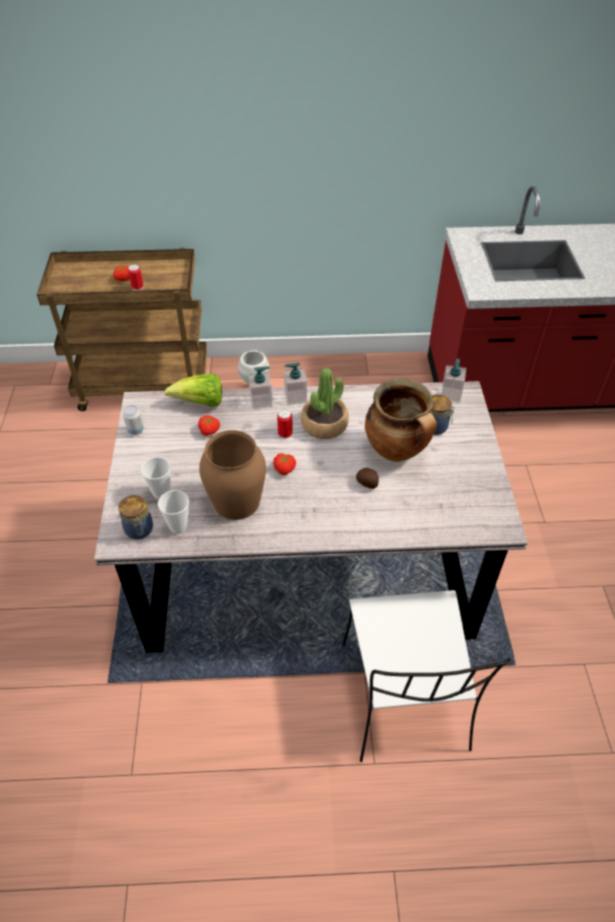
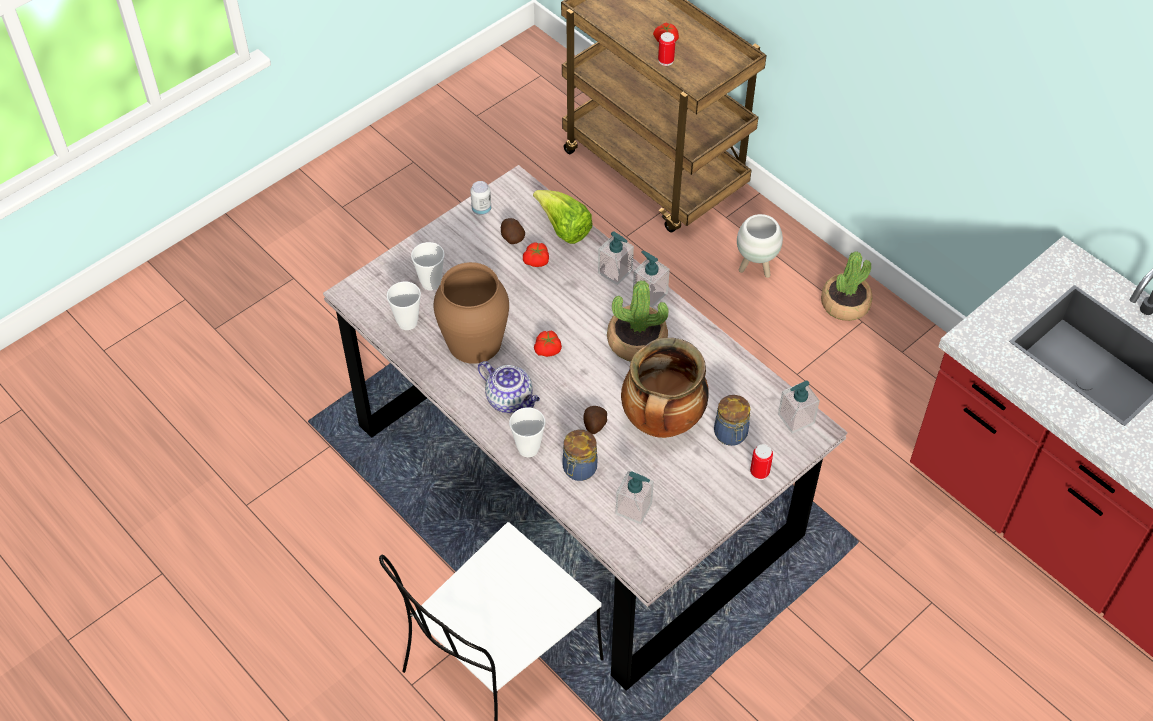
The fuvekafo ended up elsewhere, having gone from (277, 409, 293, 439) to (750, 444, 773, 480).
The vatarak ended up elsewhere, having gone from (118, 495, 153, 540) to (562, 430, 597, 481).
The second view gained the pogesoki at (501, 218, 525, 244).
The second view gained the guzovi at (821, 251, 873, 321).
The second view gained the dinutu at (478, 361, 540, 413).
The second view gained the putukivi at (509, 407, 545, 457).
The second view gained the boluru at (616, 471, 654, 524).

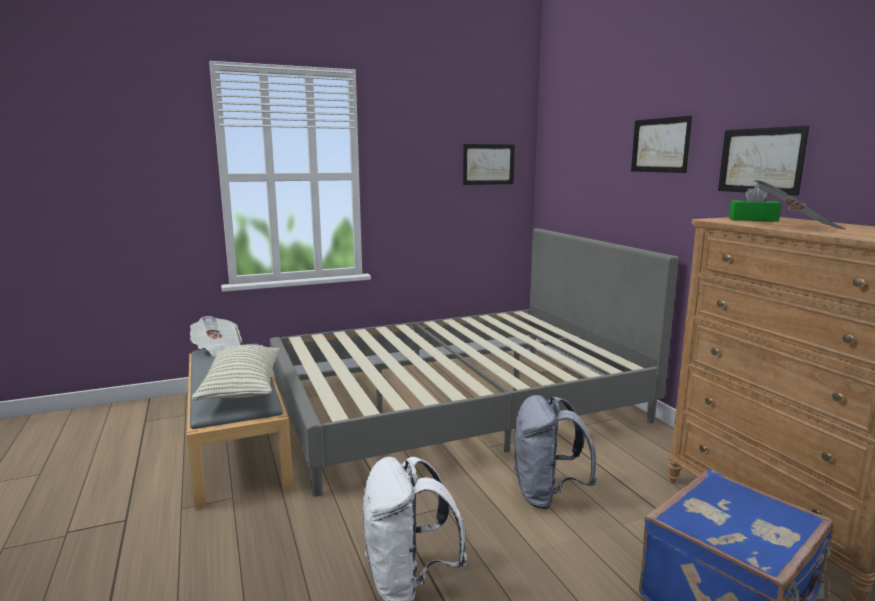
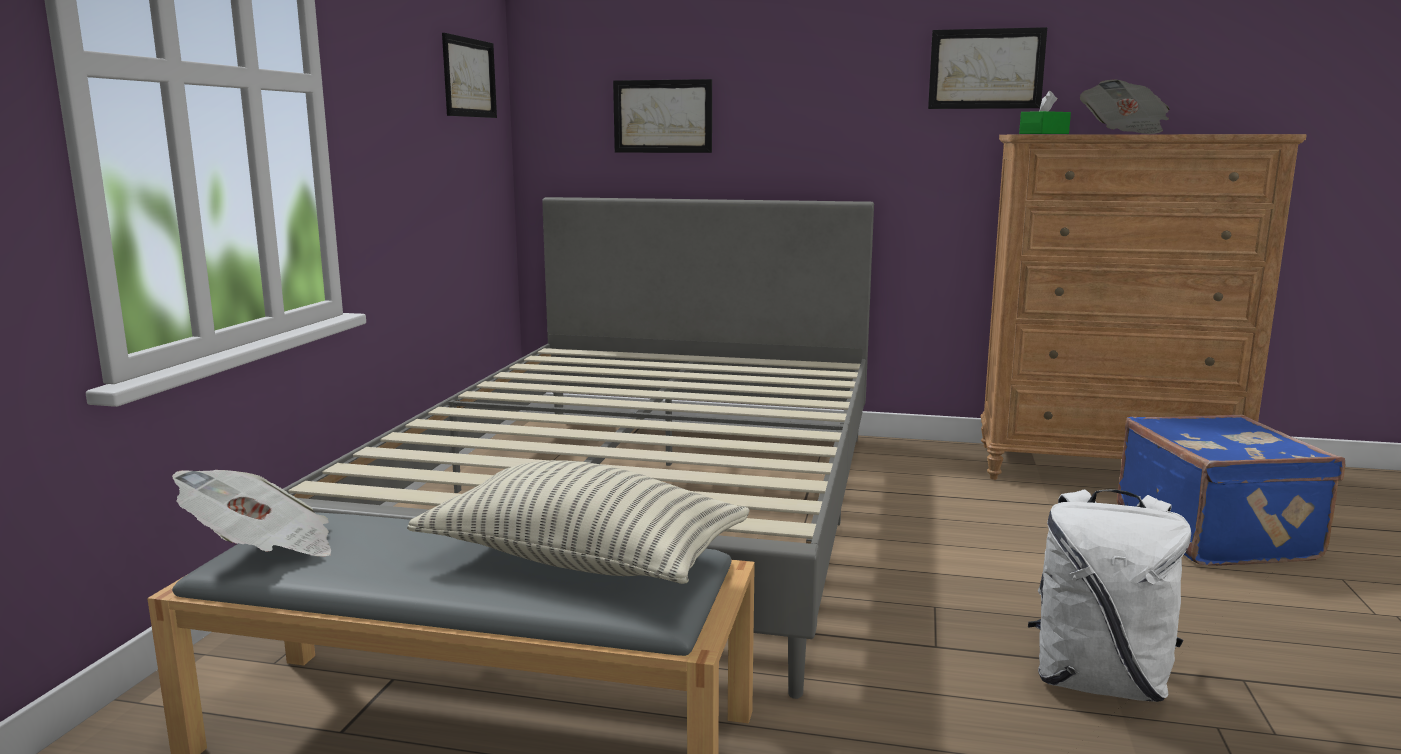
The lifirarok ended up elsewhere, having gone from (631, 116, 692, 173) to (613, 79, 712, 153).
The second view lost the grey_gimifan at (513, 395, 597, 509).

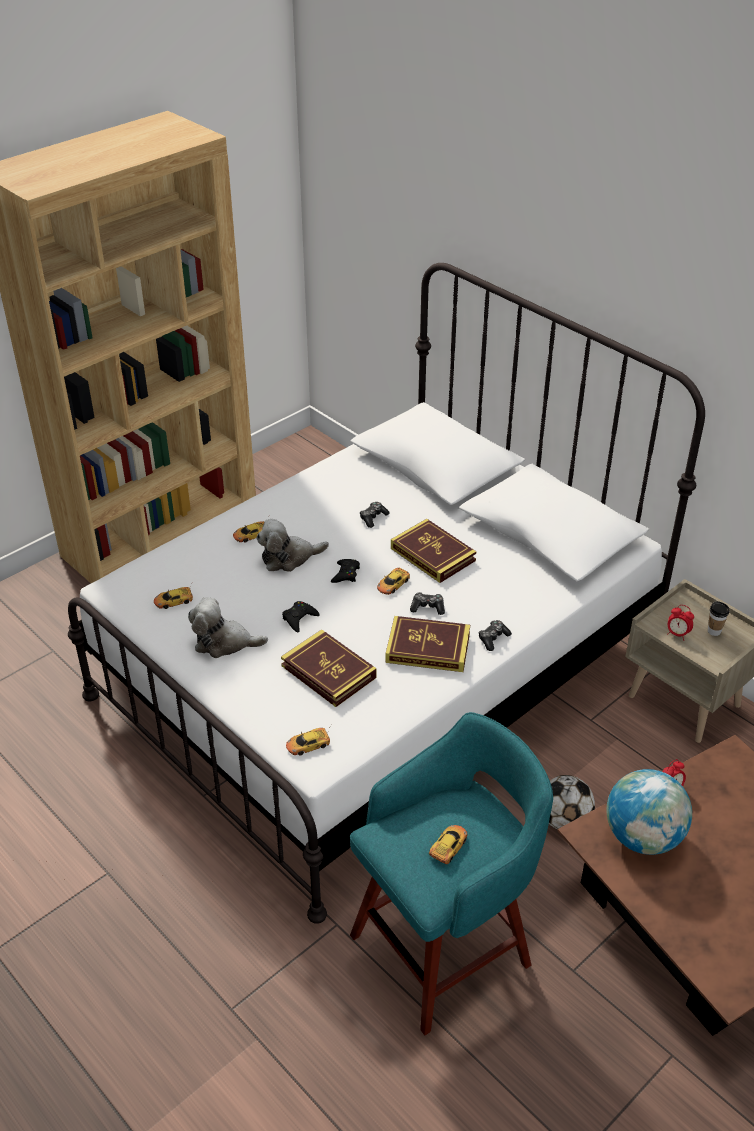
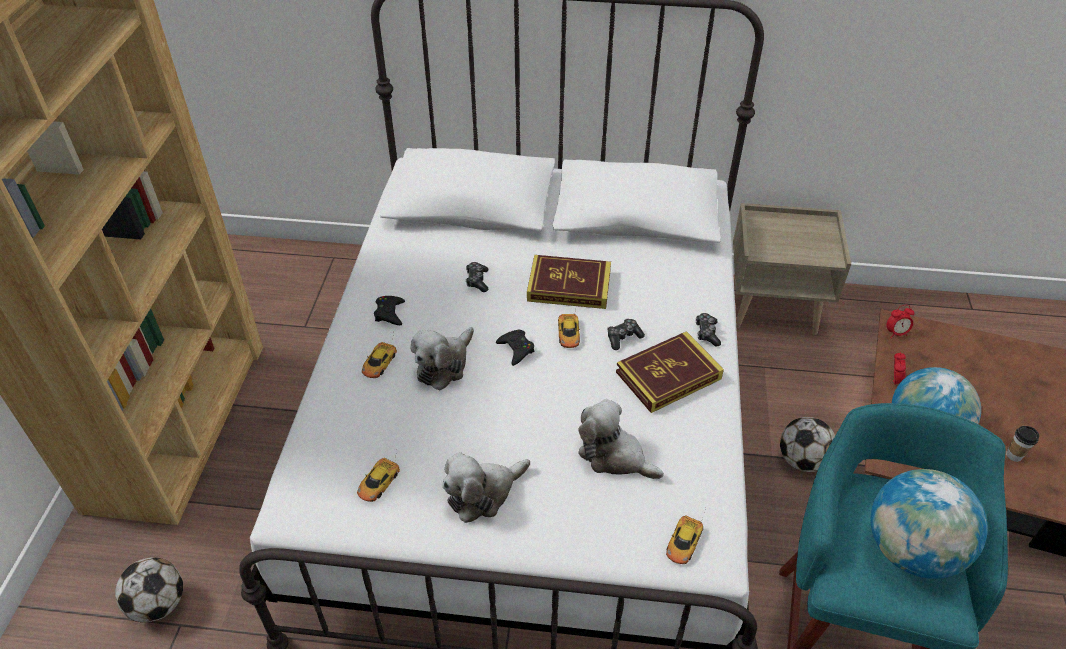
The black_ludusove ended up elsewhere, having gone from (282, 601, 319, 632) to (374, 296, 405, 325).
The putukivi ended up elsewhere, having gone from (708, 601, 729, 636) to (1006, 426, 1039, 462).
The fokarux ended up elsewhere, having gone from (667, 605, 694, 640) to (886, 305, 915, 338).
Where the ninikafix stood at (281, 629, 376, 707), the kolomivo came to stand at (578, 399, 664, 479).
Where the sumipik stood at (429, 825, 467, 864), the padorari came to stand at (870, 469, 987, 579).
The second view gained the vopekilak at (115, 557, 183, 623).

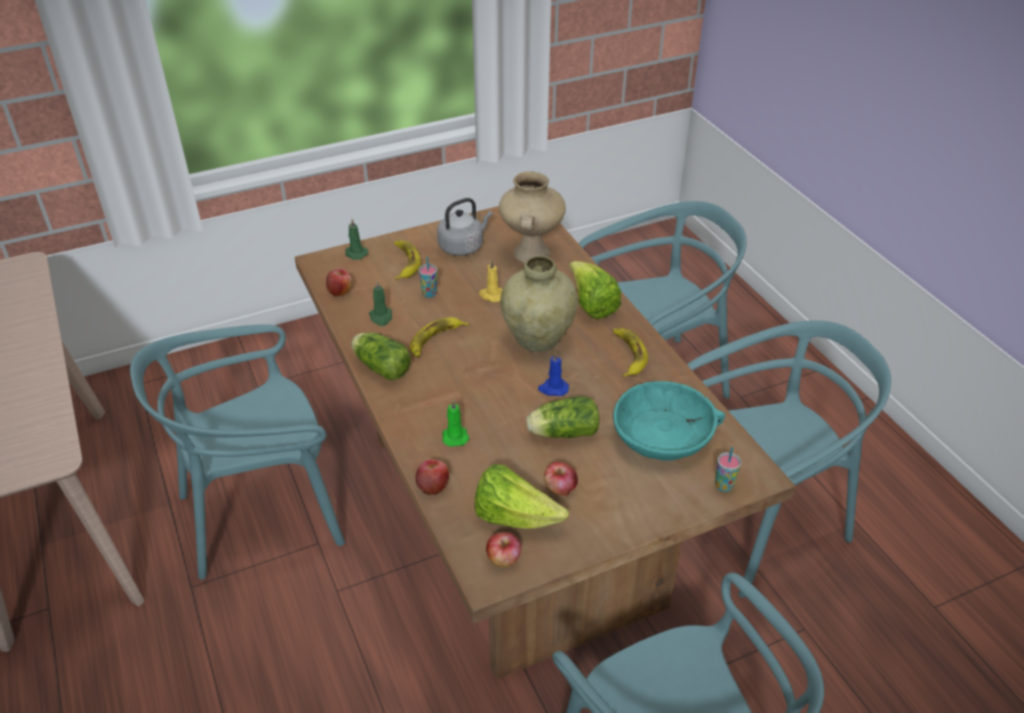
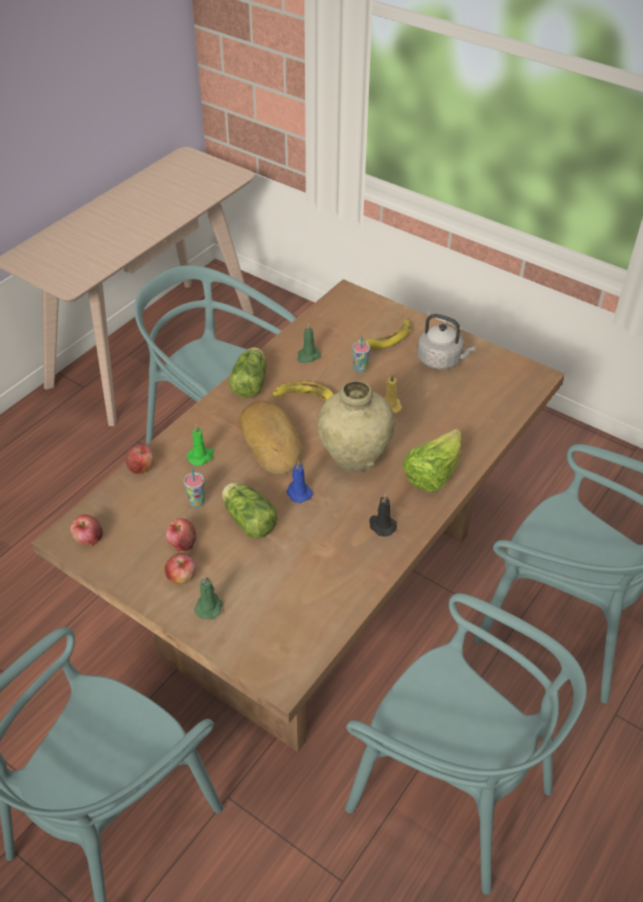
The second view lost the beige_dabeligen at (499, 171, 566, 263).
The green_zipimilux ended up elsewhere, having gone from (345, 219, 368, 260) to (194, 576, 223, 619).
The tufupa ended up elsewhere, having gone from (326, 269, 352, 296) to (164, 553, 196, 584).
Where the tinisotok stood at (613, 328, 648, 377), the black_zipimilux came to stand at (370, 493, 397, 537).
The second view lost the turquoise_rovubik at (613, 381, 725, 461).
The putukivi ended up elsewhere, having gone from (715, 447, 741, 492) to (184, 468, 205, 507).
The second view lost the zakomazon at (475, 464, 569, 529).
The second view gained the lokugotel at (239, 401, 301, 474).

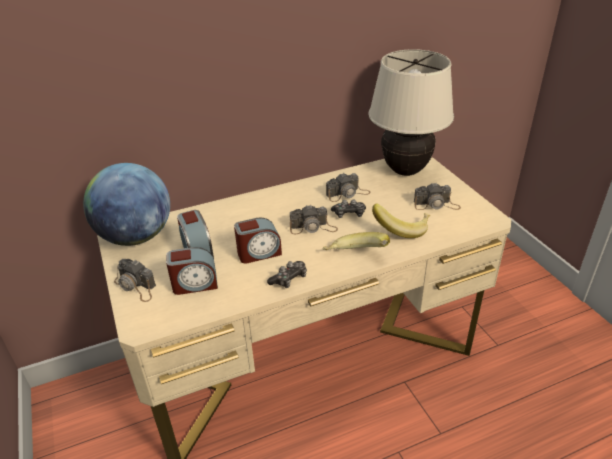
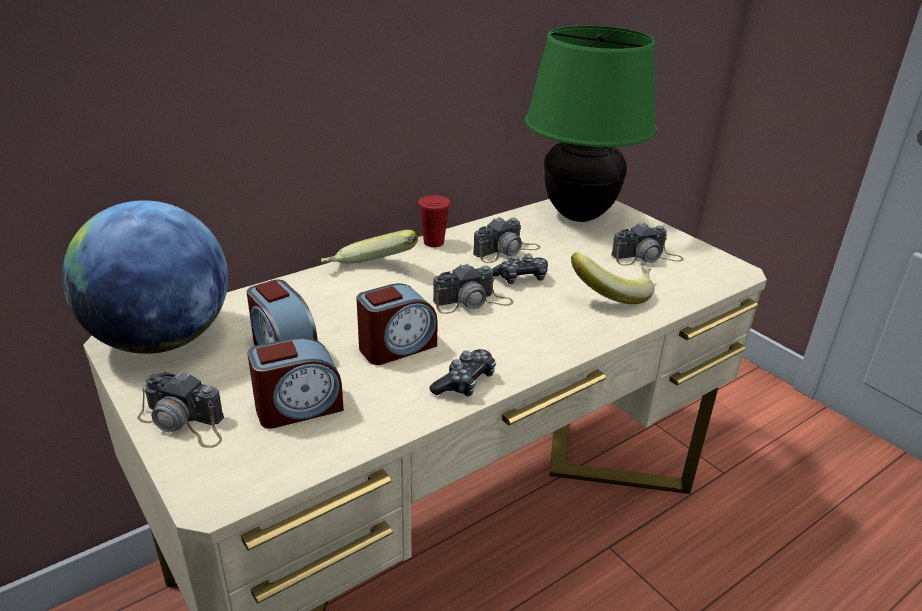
What was the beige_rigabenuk at (368, 49, 454, 176) turned into the green_rigabenuk at (525, 26, 657, 222).
The tinisotok ended up elsewhere, having gone from (323, 232, 390, 250) to (321, 230, 418, 264).
The second view gained the red_putukivi at (418, 195, 451, 247).

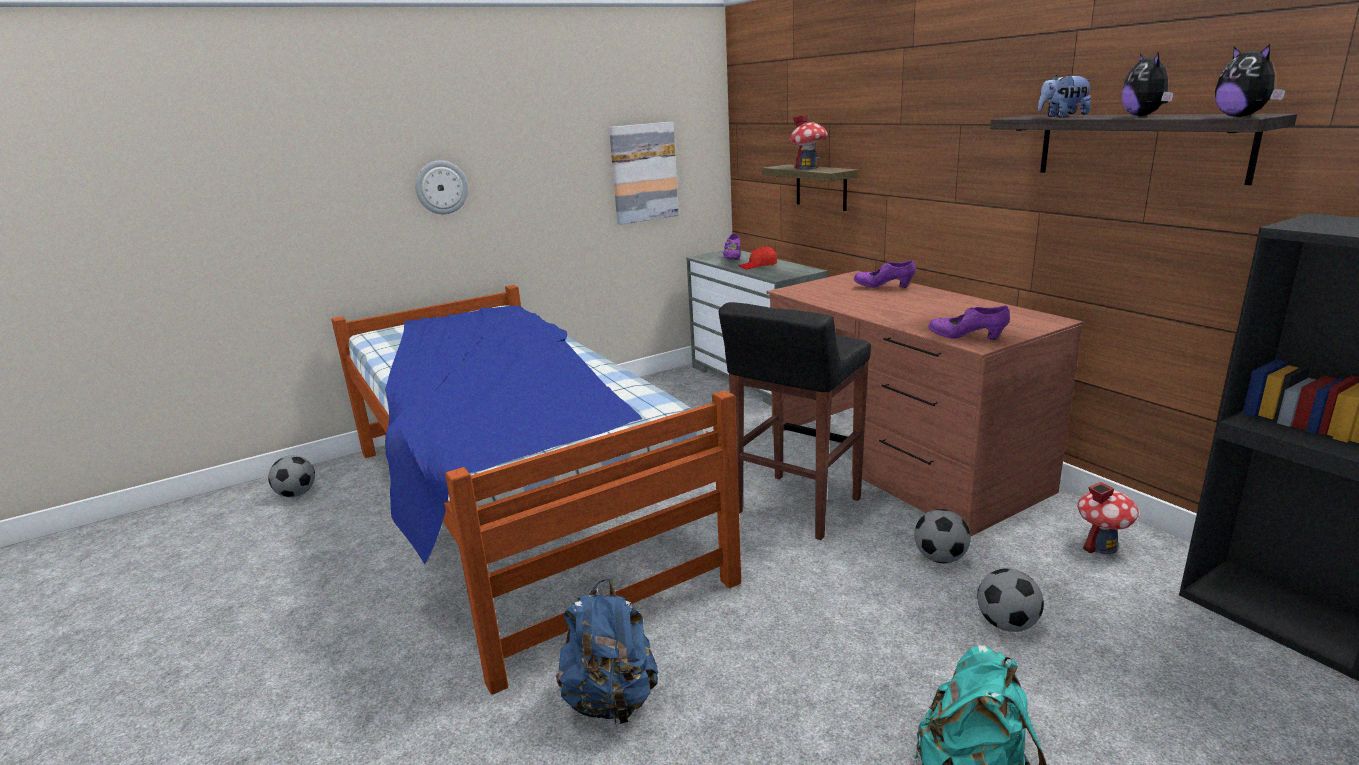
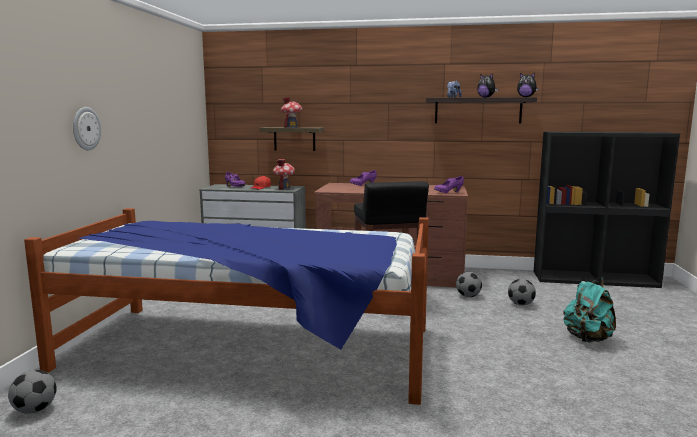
The second view lost the lifirarok at (609, 122, 679, 225).
The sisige ended up elsewhere, having gone from (1078, 482, 1139, 554) to (273, 159, 295, 190).
The second view lost the blue_gimifan at (556, 579, 658, 727).

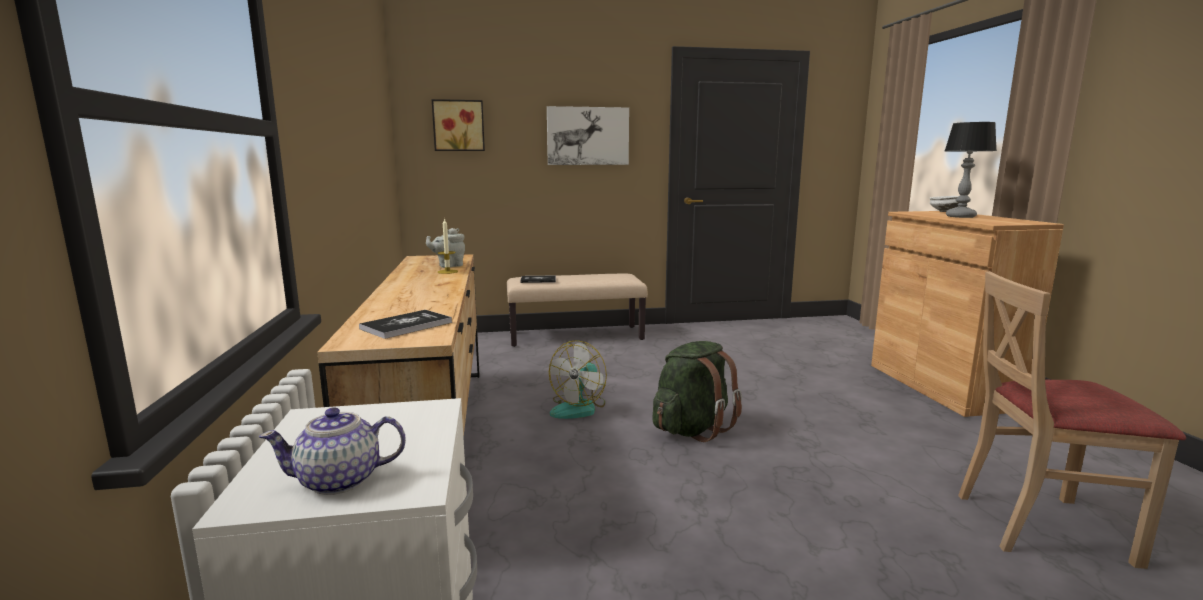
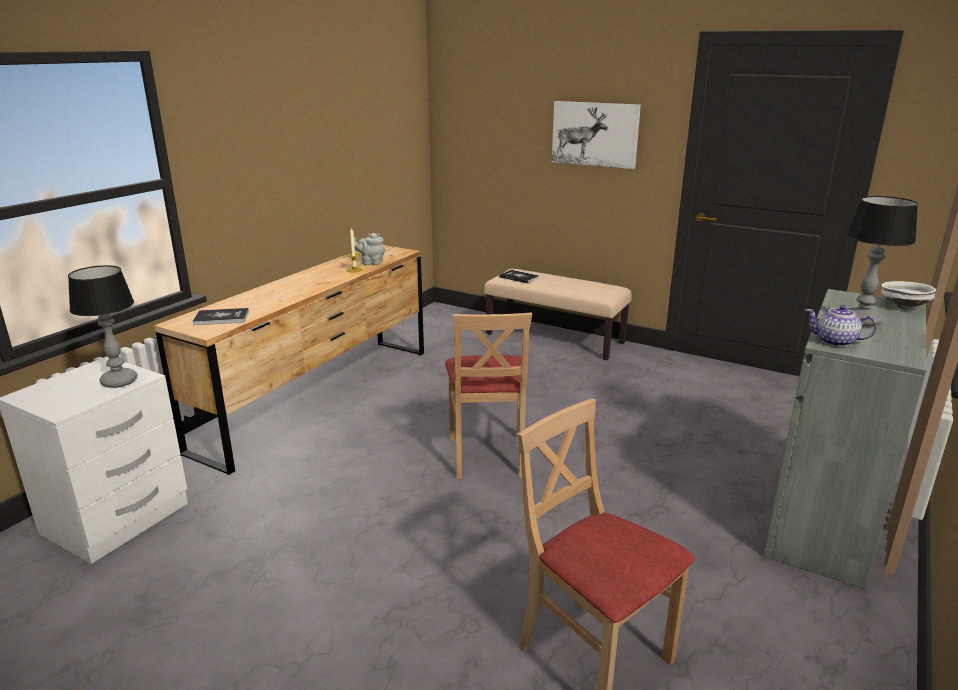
The second view lost the lifirarok at (432, 99, 485, 151).
What was the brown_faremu at (871, 211, 1064, 417) turned into the grey_faremu at (763, 289, 927, 589).
The second view lost the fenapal at (549, 340, 607, 419).
Where the green_gimifan stood at (652, 341, 742, 442), the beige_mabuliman came to stand at (445, 313, 532, 479).
The dinutu ended up elsewhere, having gone from (259, 407, 406, 495) to (805, 305, 877, 347).
The second view gained the rigabenuk at (68, 265, 137, 388).

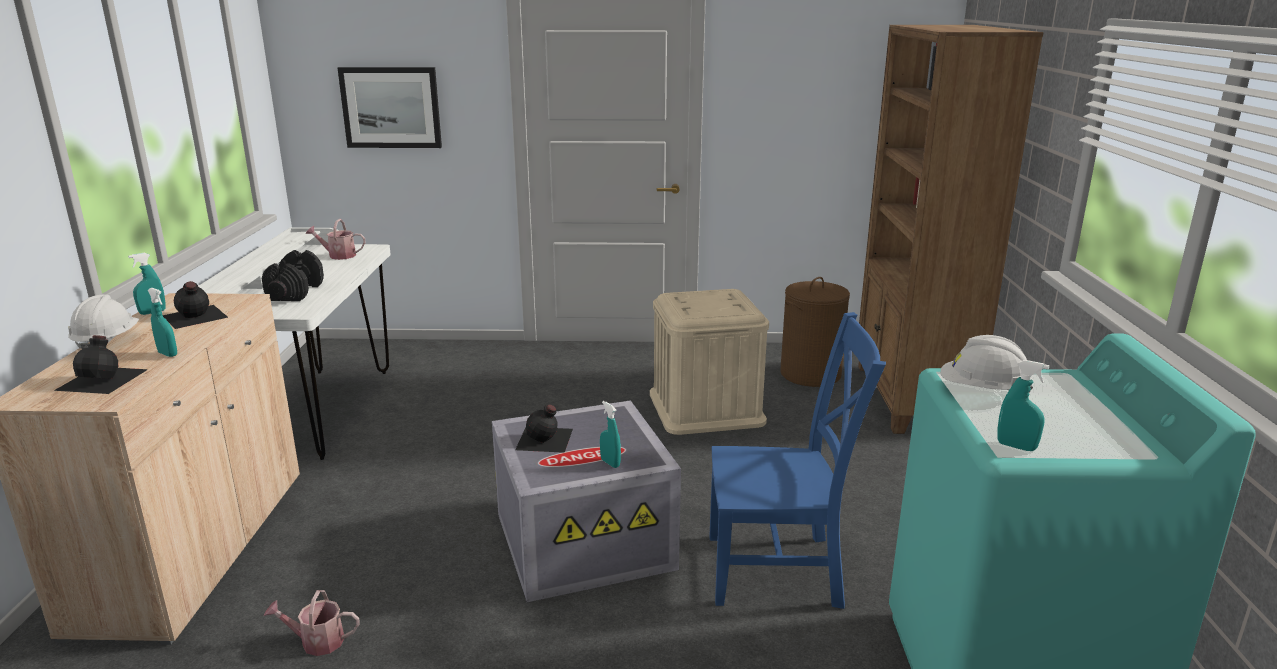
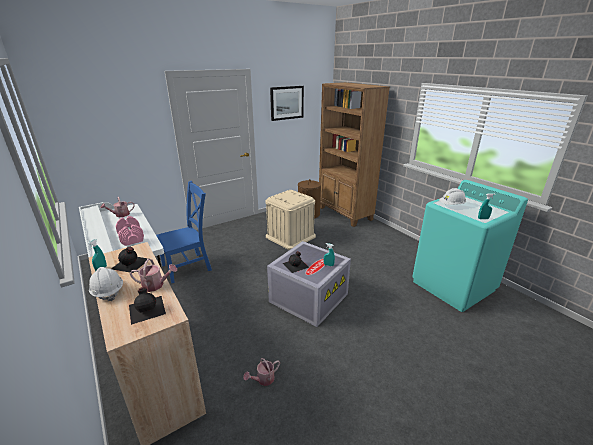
The lifirarok ended up elsewhere, having gone from (338, 67, 442, 148) to (270, 86, 304, 121).
What was the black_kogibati at (262, 250, 324, 301) turned into the pink_kogibati at (116, 216, 144, 246).
Where the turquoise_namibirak stood at (148, 288, 177, 357), the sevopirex came to stand at (130, 259, 177, 292).
The blue_mabuliman ended up elsewhere, having gone from (709, 312, 886, 609) to (156, 181, 212, 283).

